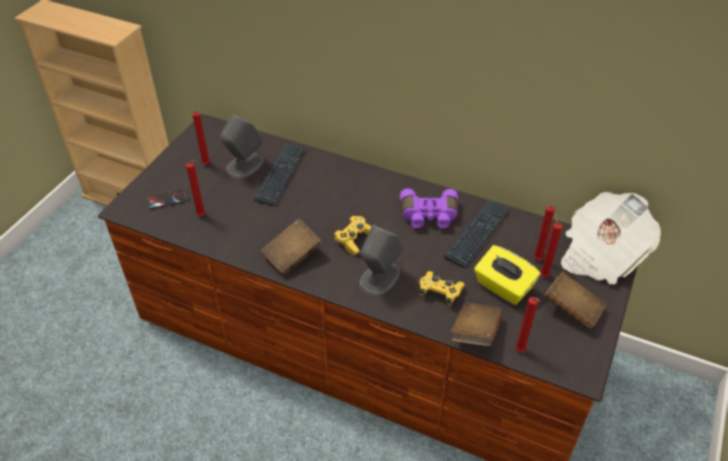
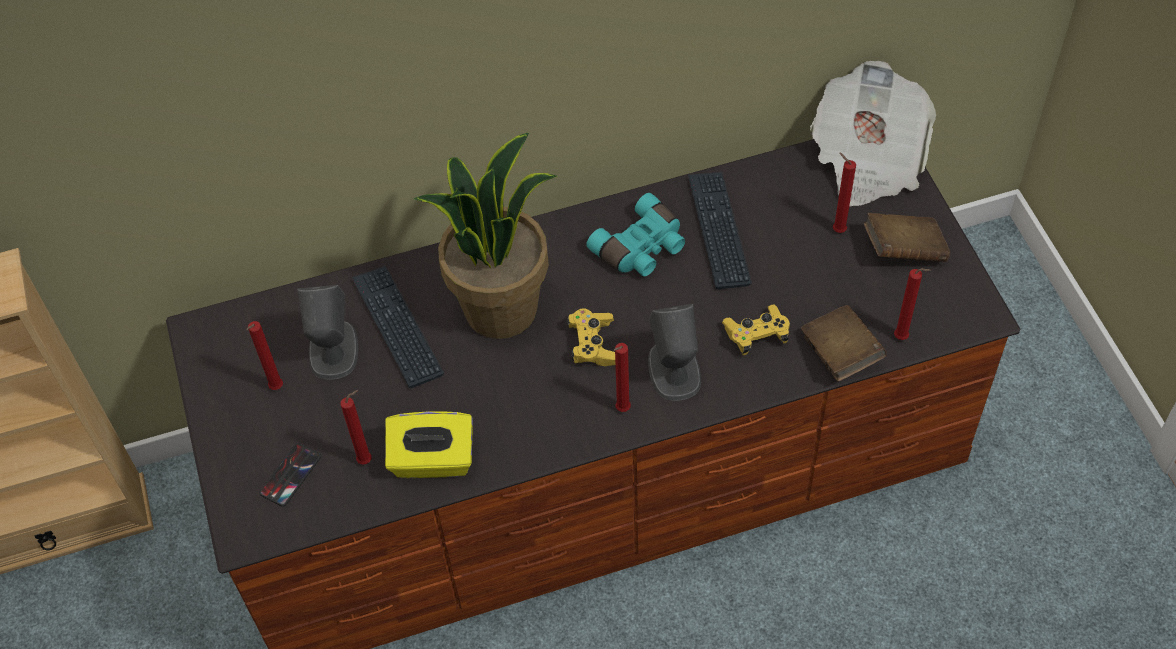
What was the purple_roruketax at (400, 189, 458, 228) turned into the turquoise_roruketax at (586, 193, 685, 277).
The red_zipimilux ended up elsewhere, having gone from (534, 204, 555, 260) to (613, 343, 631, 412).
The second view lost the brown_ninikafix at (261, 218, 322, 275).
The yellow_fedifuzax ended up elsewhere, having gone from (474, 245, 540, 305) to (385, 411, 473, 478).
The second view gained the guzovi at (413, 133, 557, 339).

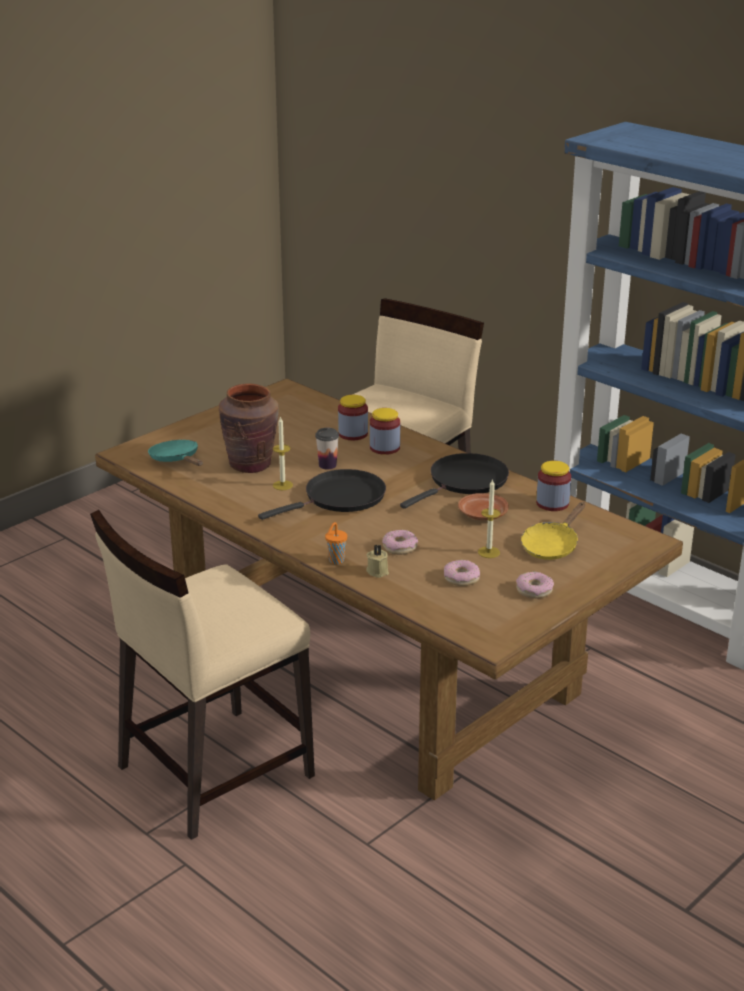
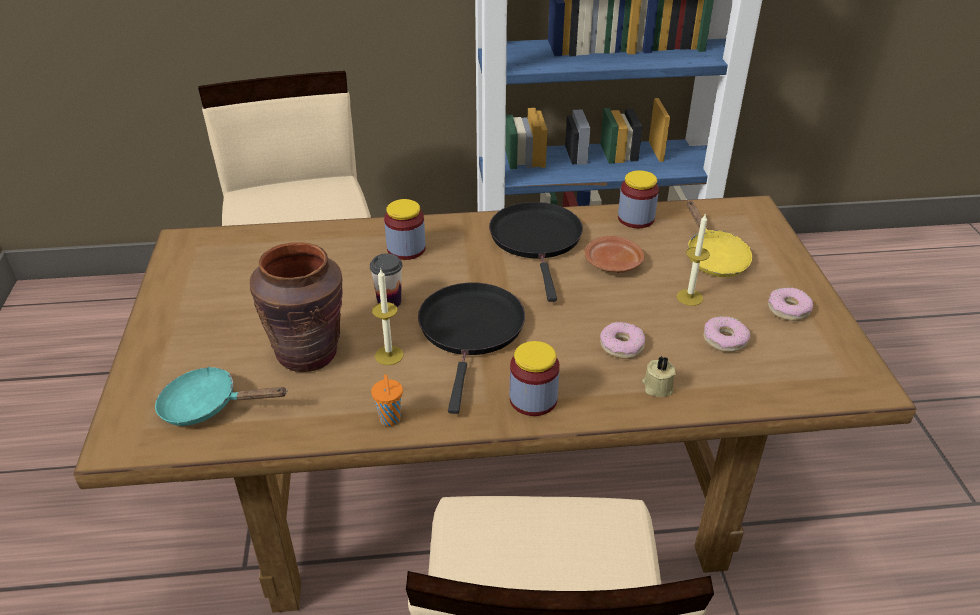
The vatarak ended up elsewhere, having gone from (338, 395, 368, 440) to (510, 341, 560, 416).
The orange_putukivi ended up elsewhere, having gone from (325, 522, 347, 564) to (371, 374, 403, 426).

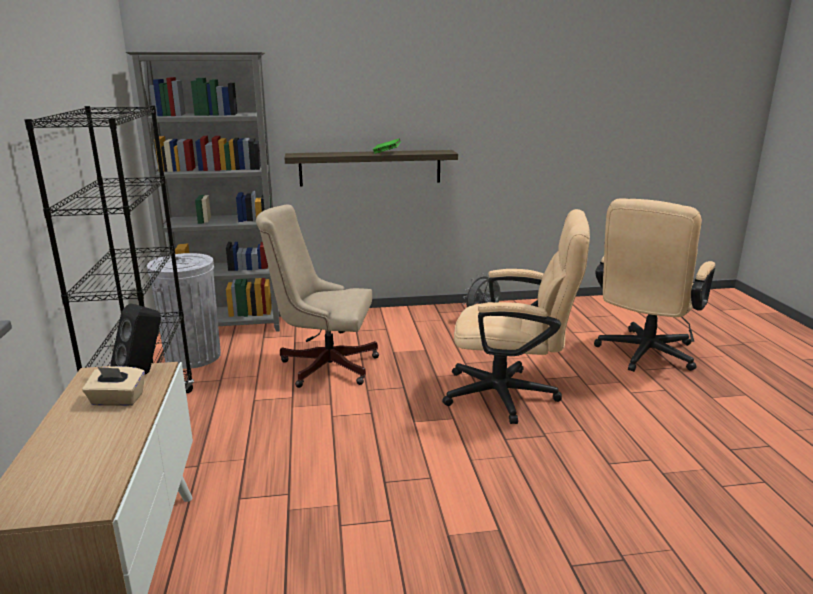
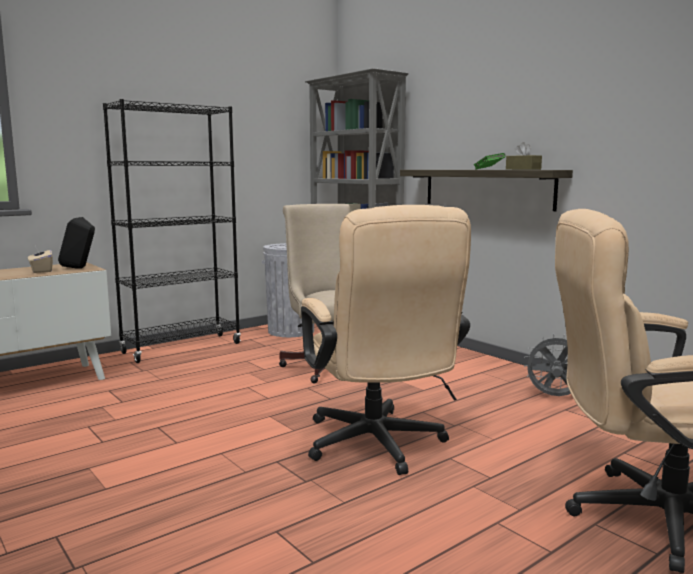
The second view gained the brown_fedifuzax at (506, 142, 542, 170).

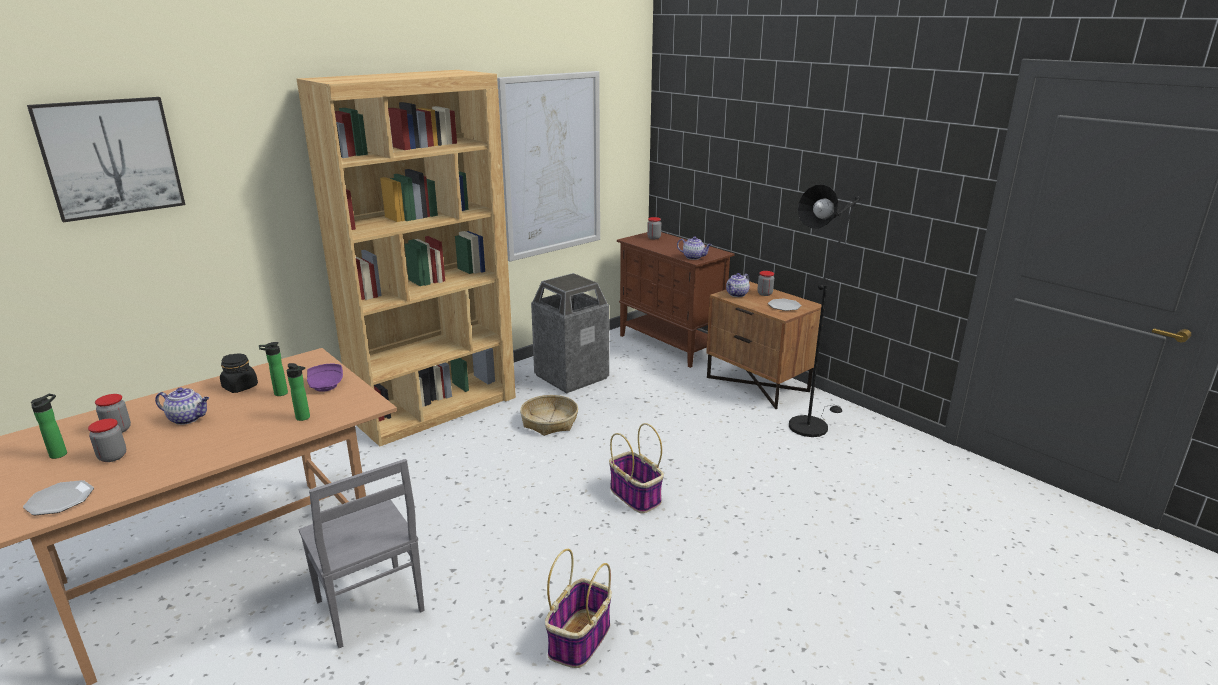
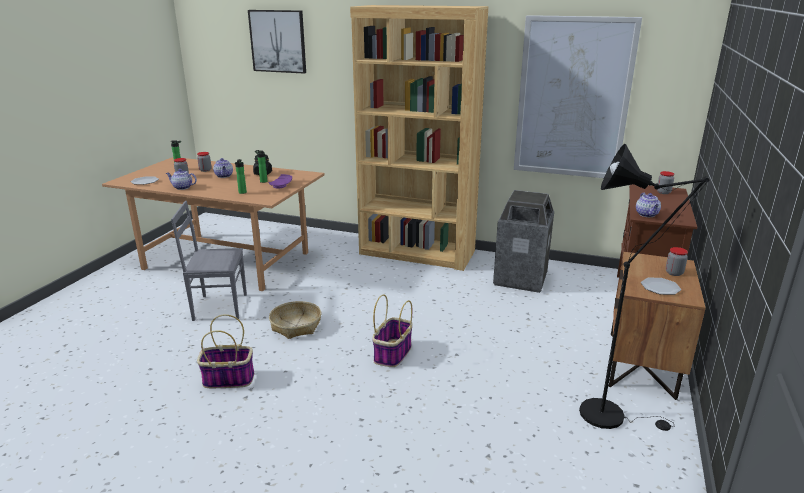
The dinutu ended up elsewhere, having gone from (726, 273, 750, 297) to (166, 169, 197, 190).
The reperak ended up elsewhere, having gone from (520, 395, 578, 436) to (269, 301, 321, 339).
The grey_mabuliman at (298, 459, 425, 648) ended up facing another way, 60 degrees clockwise from before.

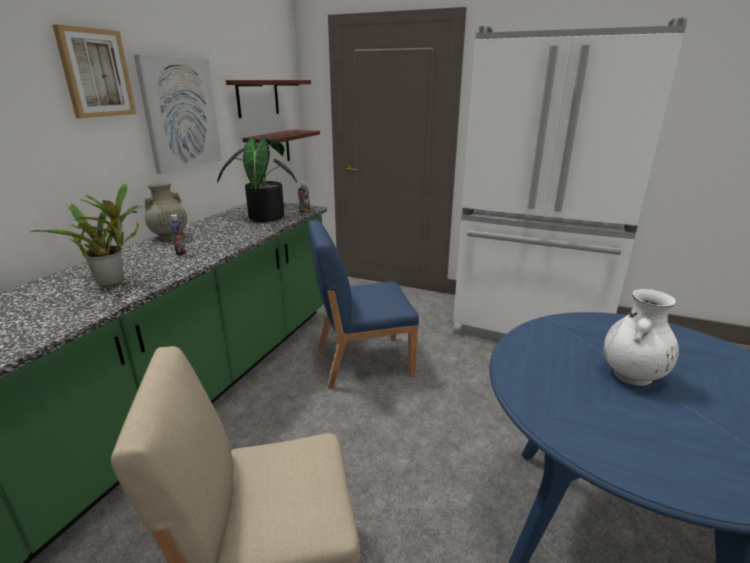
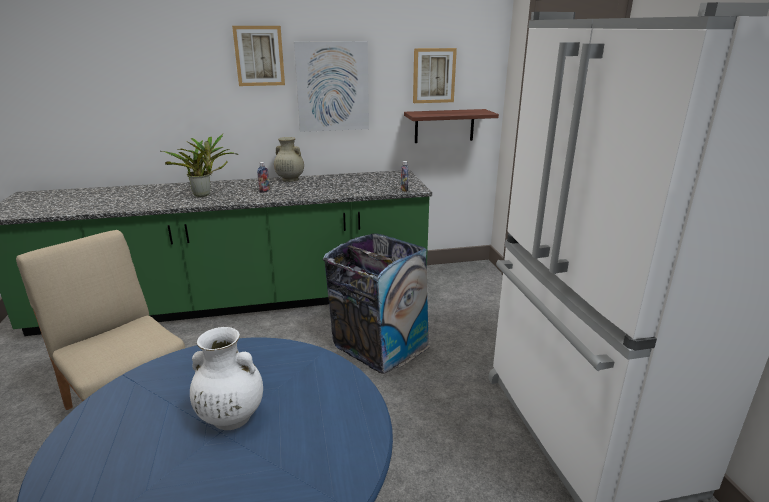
Where the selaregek hung at (226, 80, 311, 118), the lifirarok came to hang at (413, 48, 457, 103).
The second view lost the guzovi at (217, 137, 297, 222).
Where the blue_mabuliman stood at (308, 220, 419, 389), the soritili came to stand at (322, 234, 430, 374).

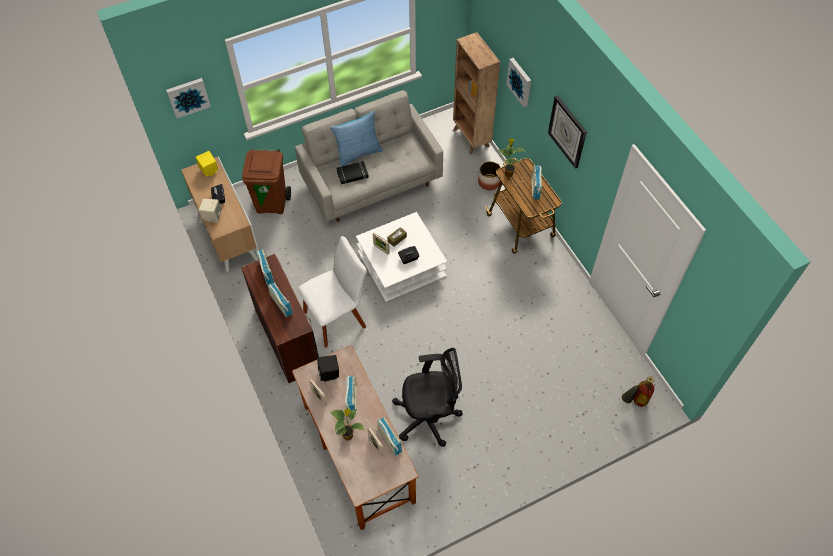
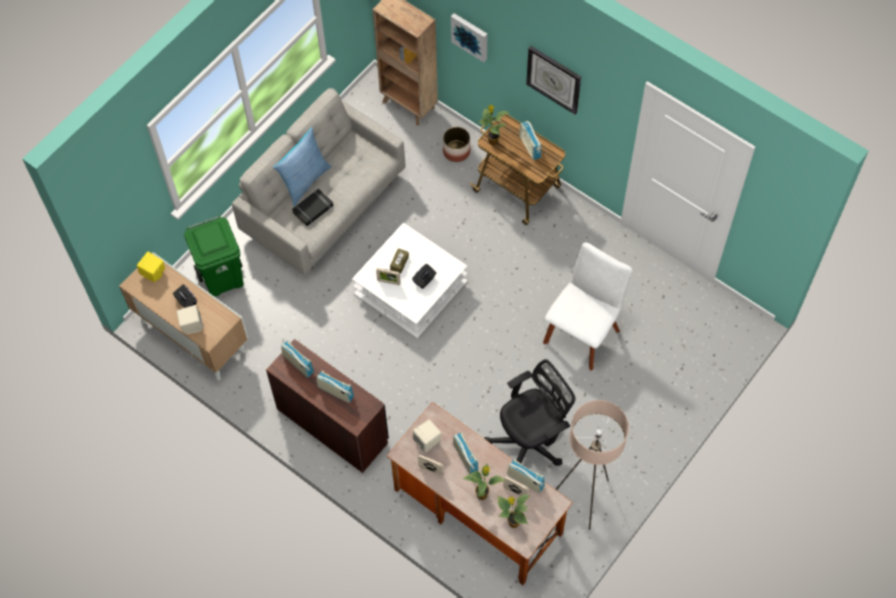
The second view lost the lifirarok at (166, 78, 211, 119).
What was the brown_soritili at (242, 149, 291, 214) turned into the green_soritili at (184, 215, 244, 297).
The white_mabuliman ended up elsewhere, having gone from (298, 236, 367, 348) to (543, 242, 632, 370).
What was the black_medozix at (317, 355, 339, 382) turned into the beige_medozix at (413, 419, 441, 452).
The second view lost the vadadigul at (622, 376, 655, 407).
The second view gained the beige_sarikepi at (555, 400, 629, 530).
The second view gained the guzovi at (497, 495, 530, 528).

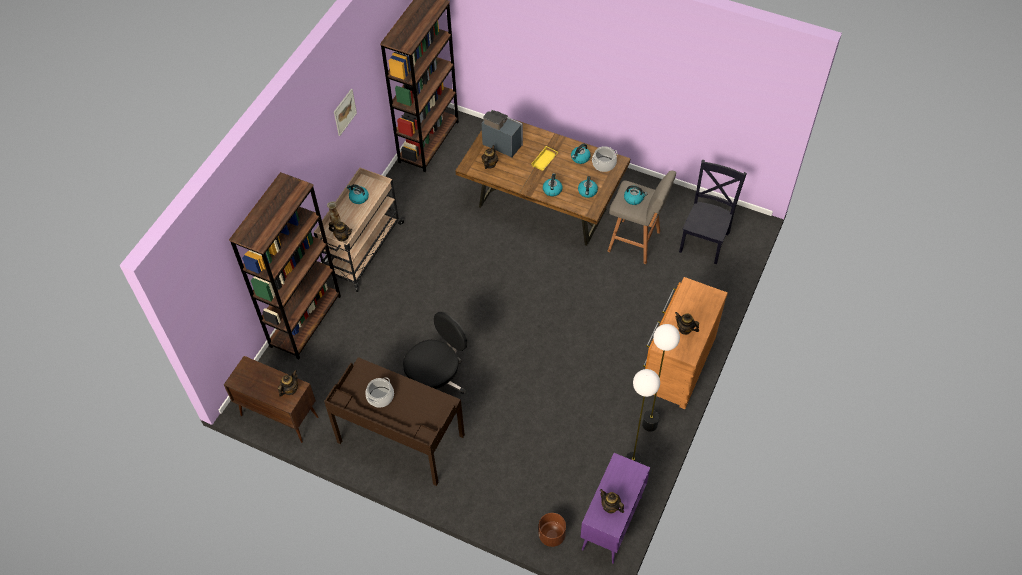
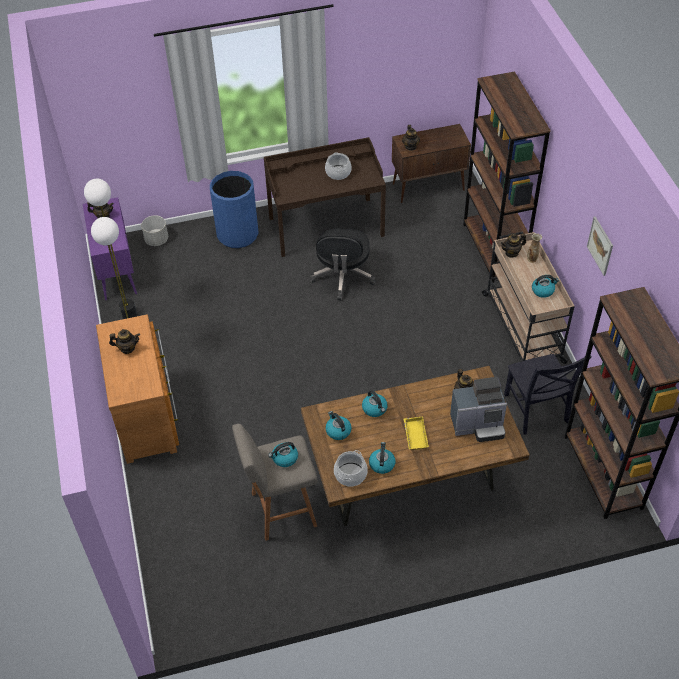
The black_mabuliman ended up elsewhere, having gone from (679, 160, 747, 264) to (504, 354, 592, 434).
What was the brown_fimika at (539, 513, 566, 547) turned into the grey_fimika at (141, 215, 168, 246).
The second view gained the blue_soritili at (210, 171, 259, 248).

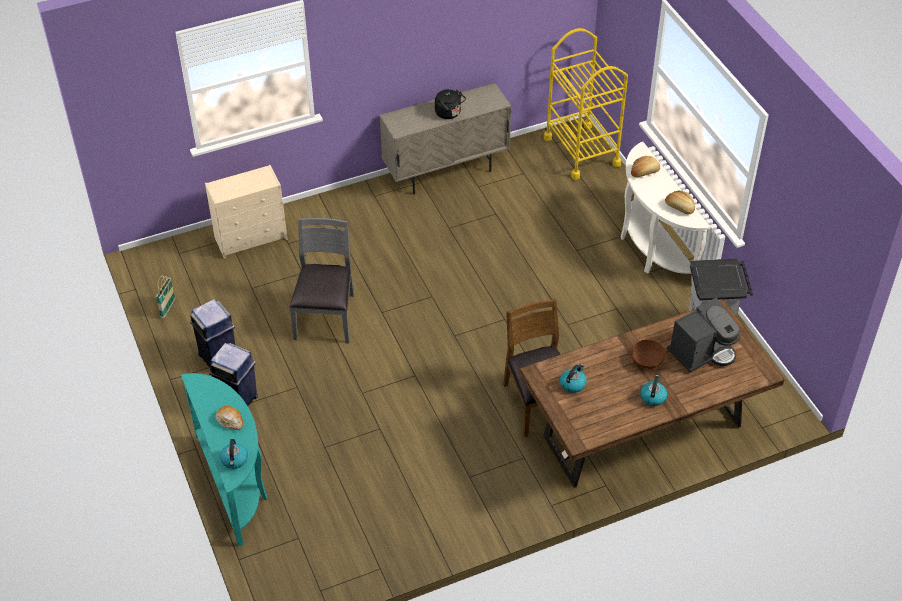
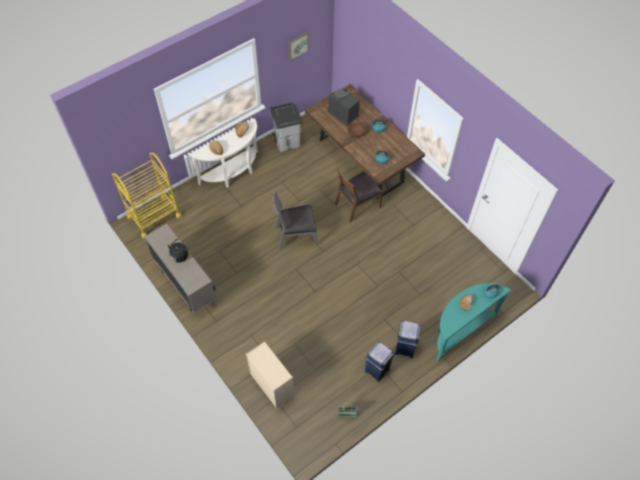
The grey_mabuliman ended up elsewhere, having gone from (289, 218, 354, 344) to (273, 191, 318, 249).
The second view gained the lifirarok at (288, 32, 309, 61).

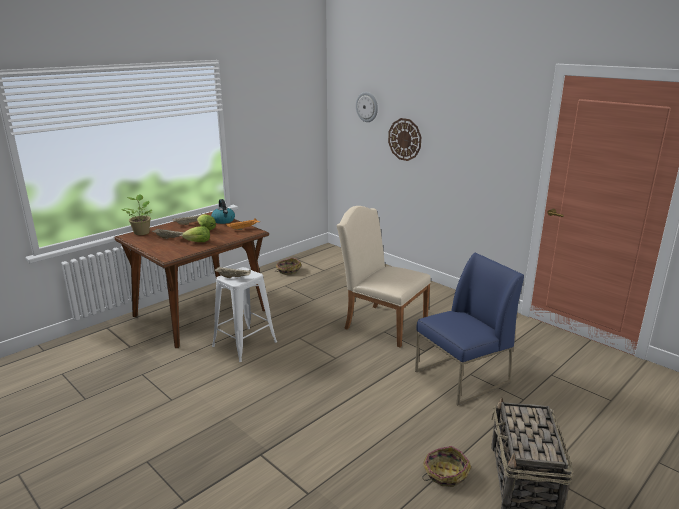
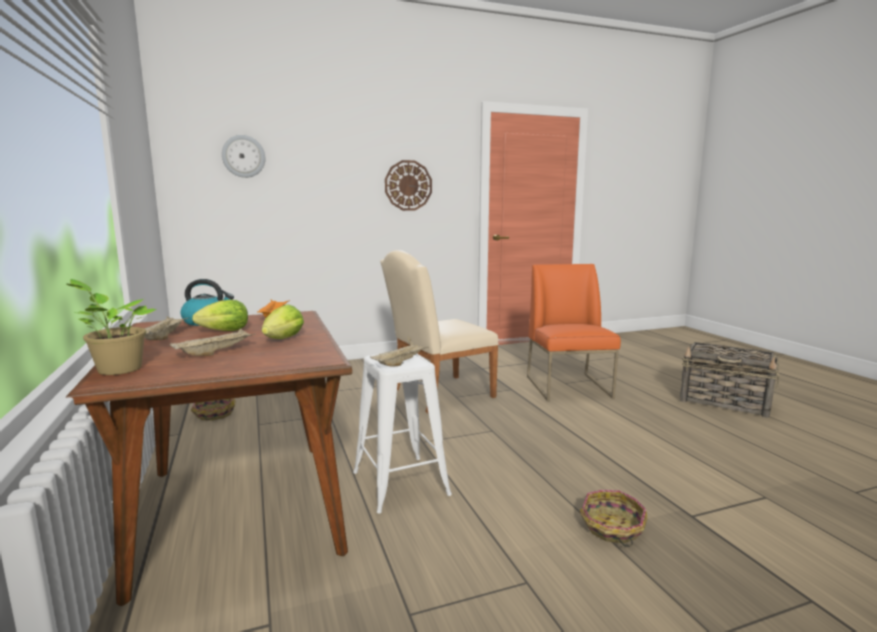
The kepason ended up elsewhere, having gone from (388, 118, 421, 161) to (385, 160, 432, 211).
What was the blue_mabuliman at (415, 253, 524, 405) turned into the orange_mabuliman at (527, 264, 621, 401).
The reperak ended up elsewhere, having gone from (422, 446, 471, 487) to (580, 490, 647, 547).

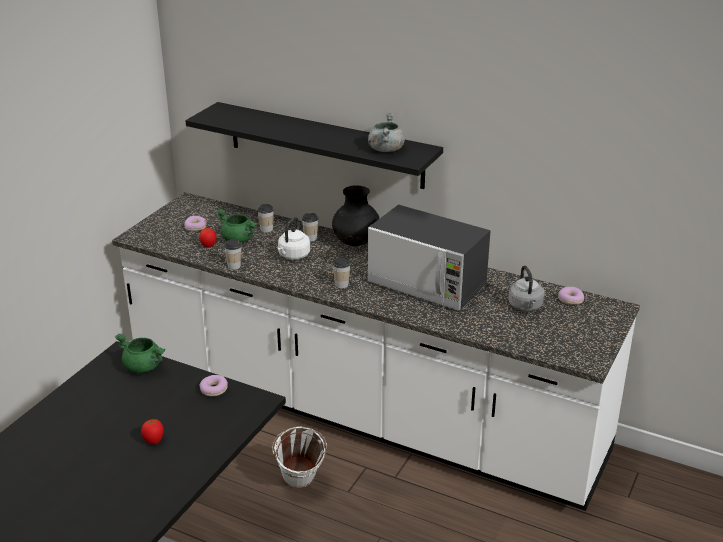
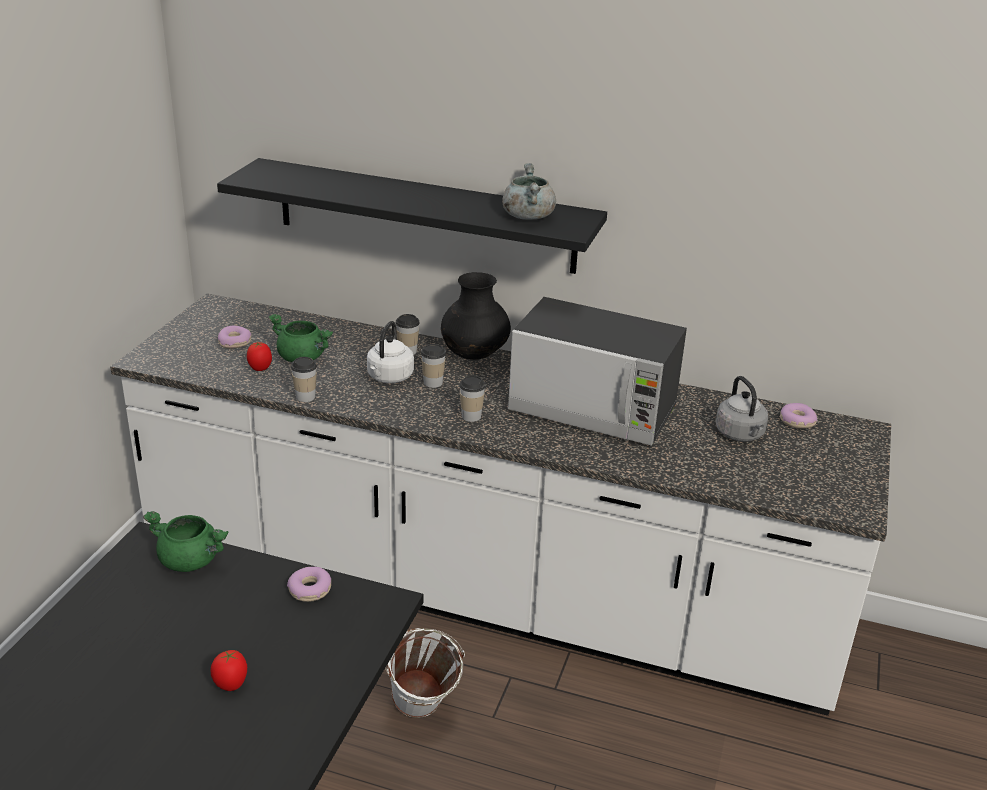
The putukivi ended up elsewhere, having gone from (258, 204, 274, 233) to (421, 344, 446, 388).

